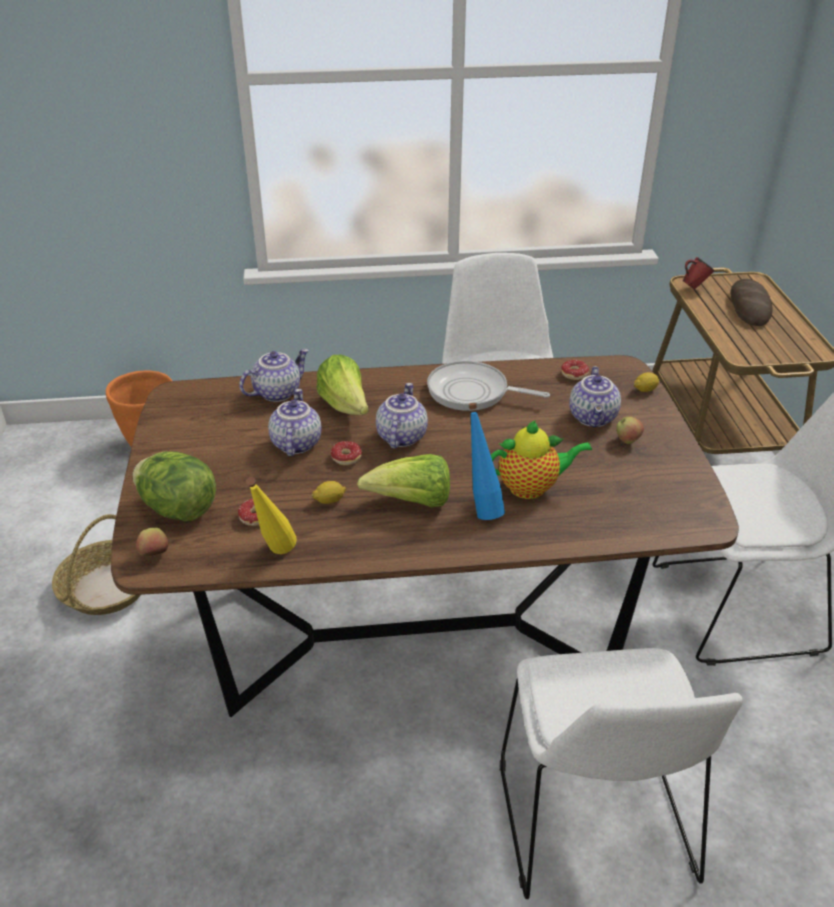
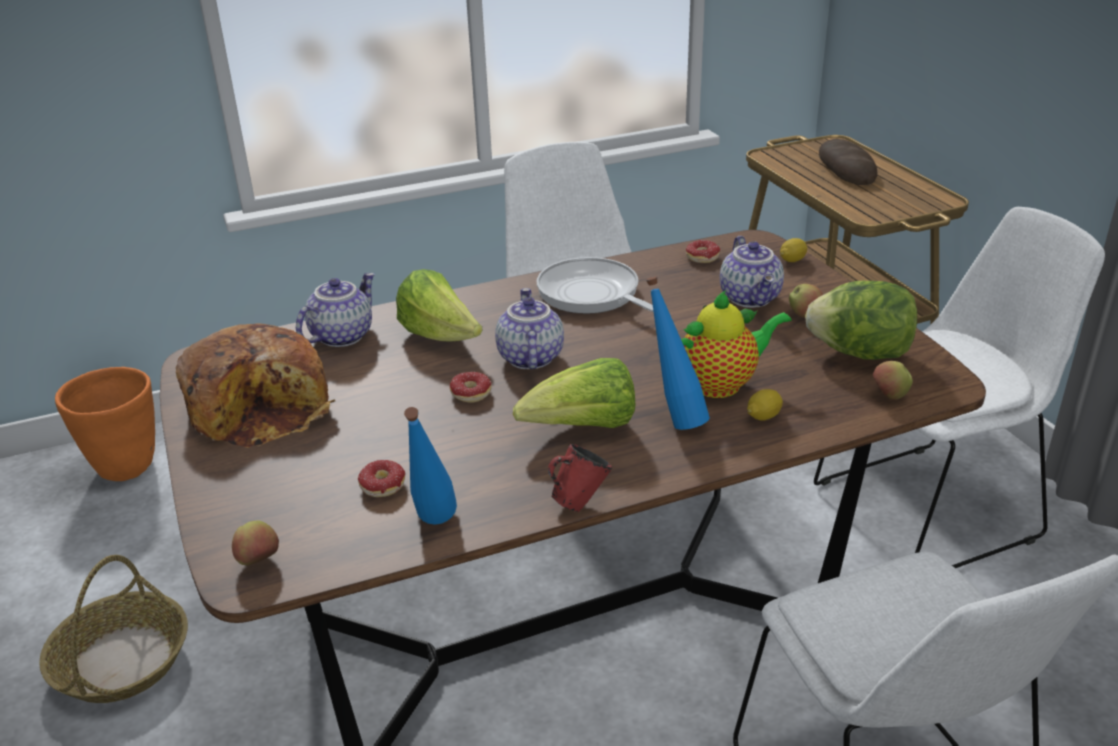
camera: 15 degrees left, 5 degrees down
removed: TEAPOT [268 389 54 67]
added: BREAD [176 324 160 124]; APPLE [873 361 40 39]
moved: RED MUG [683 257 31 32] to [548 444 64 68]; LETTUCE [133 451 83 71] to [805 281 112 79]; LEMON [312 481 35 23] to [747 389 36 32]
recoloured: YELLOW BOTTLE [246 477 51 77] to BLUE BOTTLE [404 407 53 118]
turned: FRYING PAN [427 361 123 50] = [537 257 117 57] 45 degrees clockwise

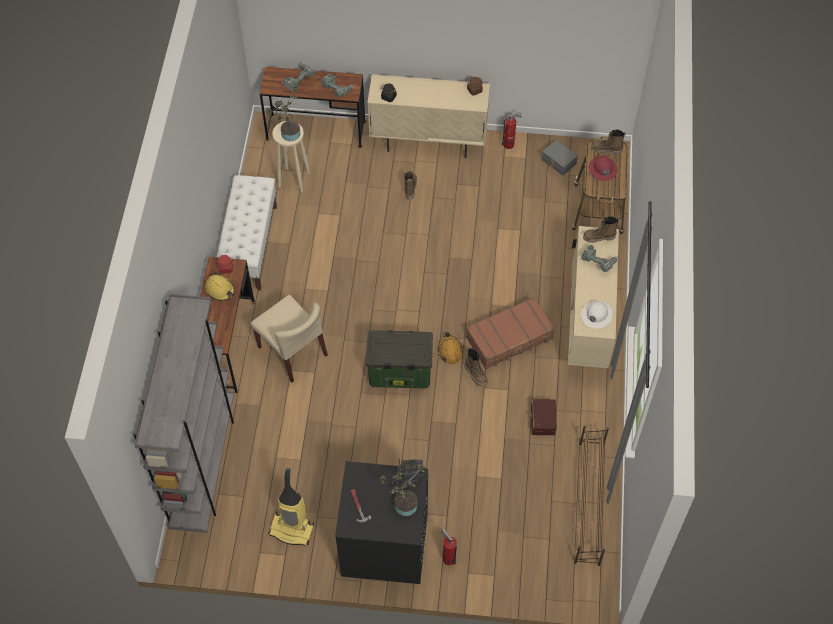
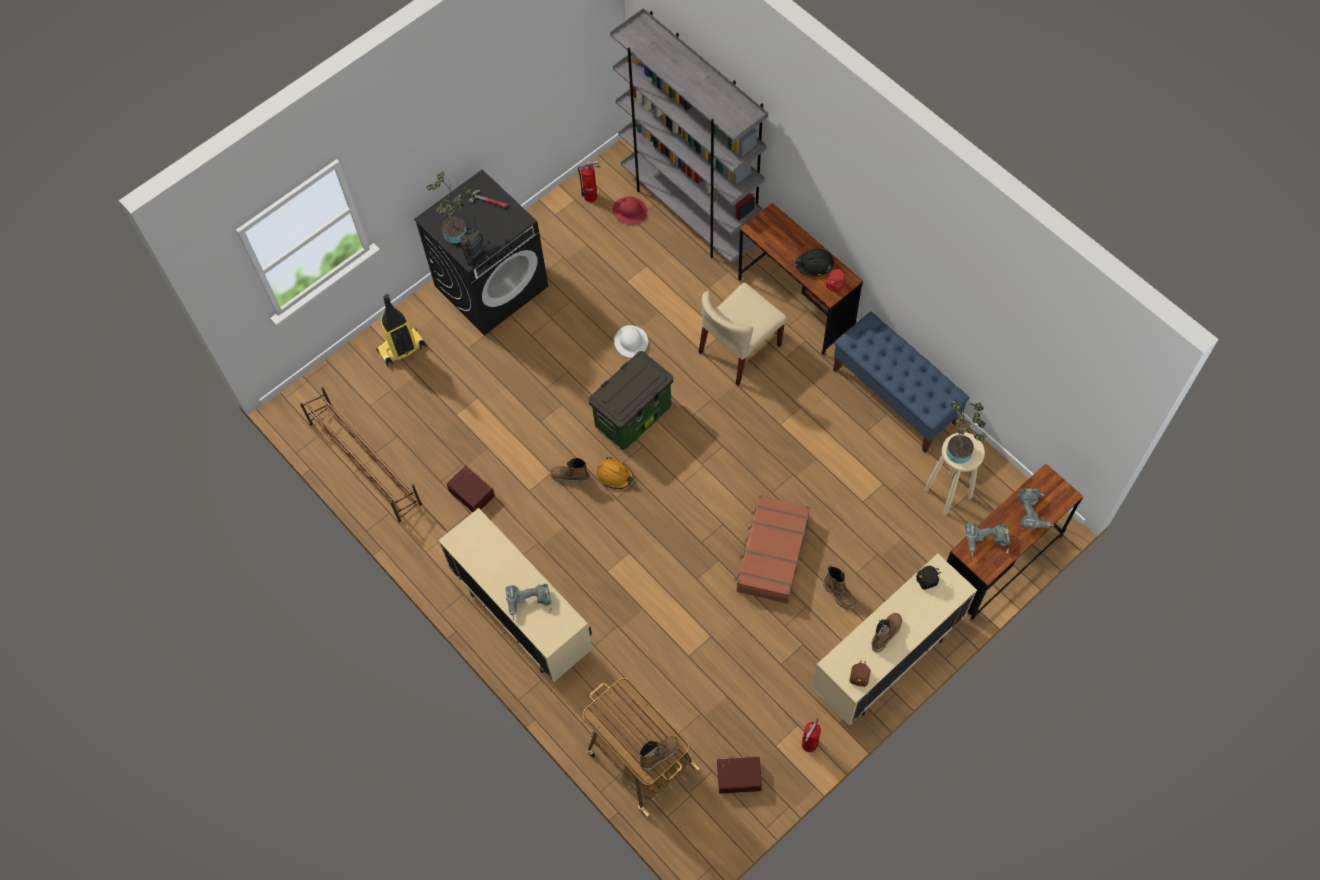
camera: 135 degrees right, 5 degrees up
moved: RED HARD HAT [589 156 28 25] to [613 197 34 27]; BOOT [583 216 36 27] to [871 613 31 40]; BROWN SUITCASE [466 297 89 72] to [734 495 76 109]; WHITE HARD HAT [581 301 32 28] to [614 325 34 33]; VACUUM CLEANER [269 468 45 78] to [376 294 50 72]; FIRE EXTINGUISHER [442 529 15 36] to [578 161 22 41]
recoloured: GREY STORAGE BOX [542 140 36 36] to BROWN STORAGE BOX [717 756 45 38]; WHITE BENCH [217 175 60 116] to BLUE BENCH [833 312 136 141]; YELLOW HARD HAT [205 273 30 28] to BLACK HARD HAT [795 249 39 28]
turned: BEIGE CHAIR [251 295 77 87] = [699 282 88 103] 45 degrees counterclockwise

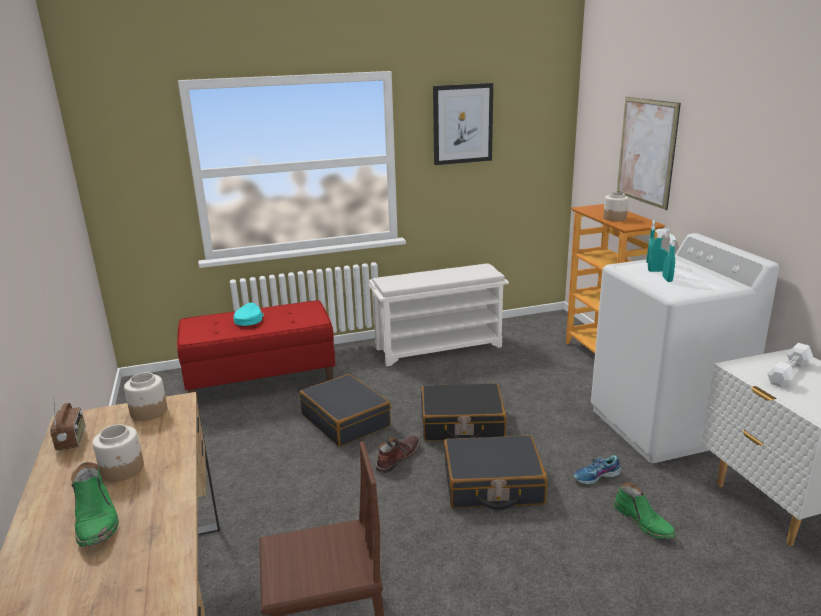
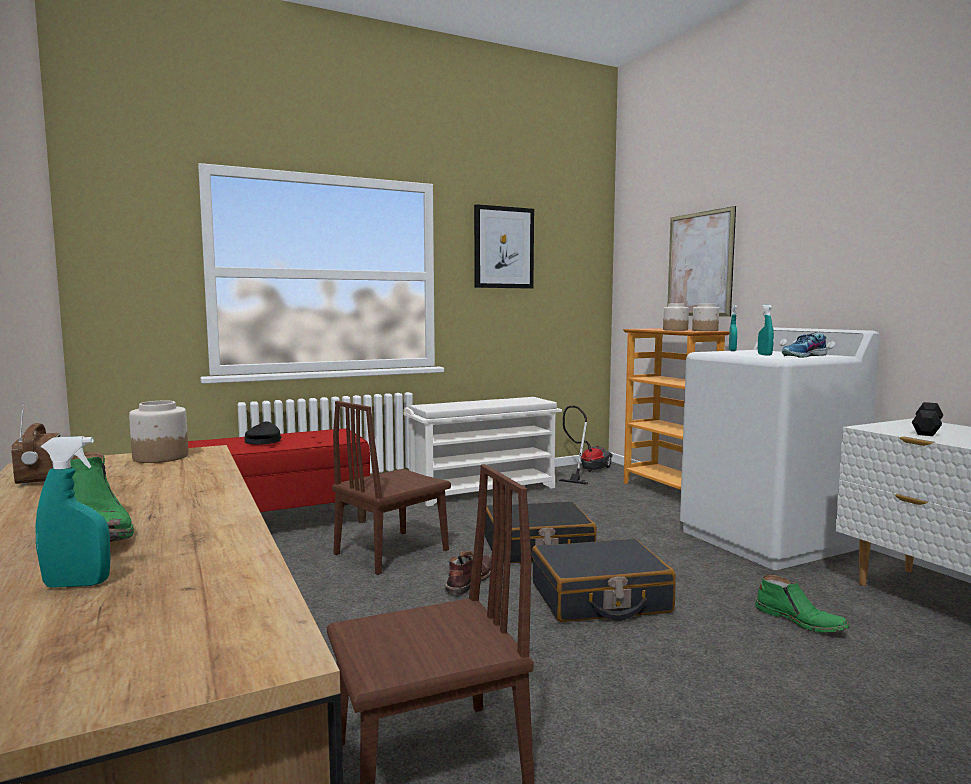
camera: 10 degrees left, 15 degrees down
added: VACUUM CLEANER [559 406 54 79]
moved: TURQUOISE SPRAY BOTTLE [648 229 22 43] to [35 436 75 152]; JAR [92 424 52 58] to [692 303 27 28]; SHOE [574 455 47 30] to [782 332 45 26]
replaced: BLACK SUITCASE [299 374 92 72] to BROWN CHAIR [332 401 119 174]
recoloured: TURQUOISE CAP [234 303 30 23] to BLACK CAP [244 421 38 23]; WHITE DUMBBELL [767 343 46 45] to BLACK DUMBBELL [912 402 31 34]

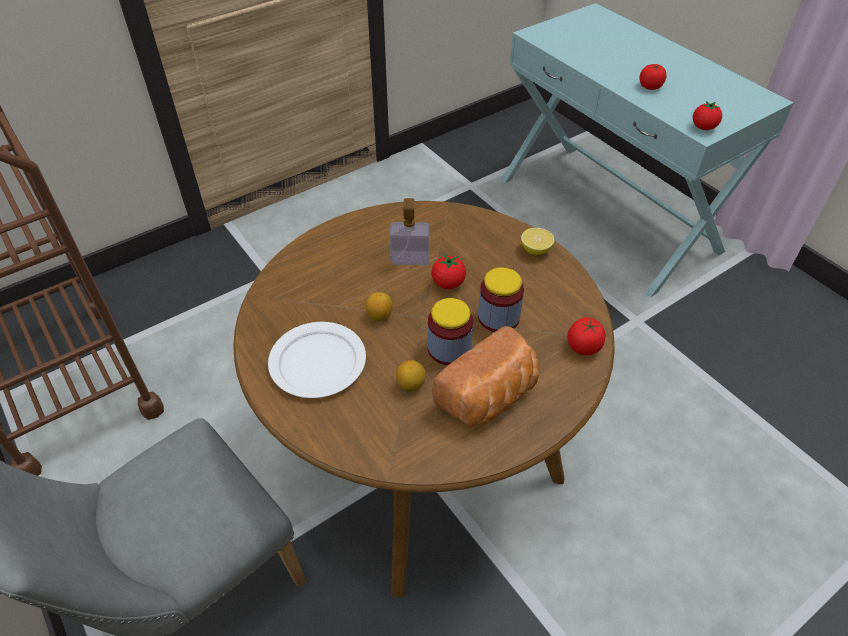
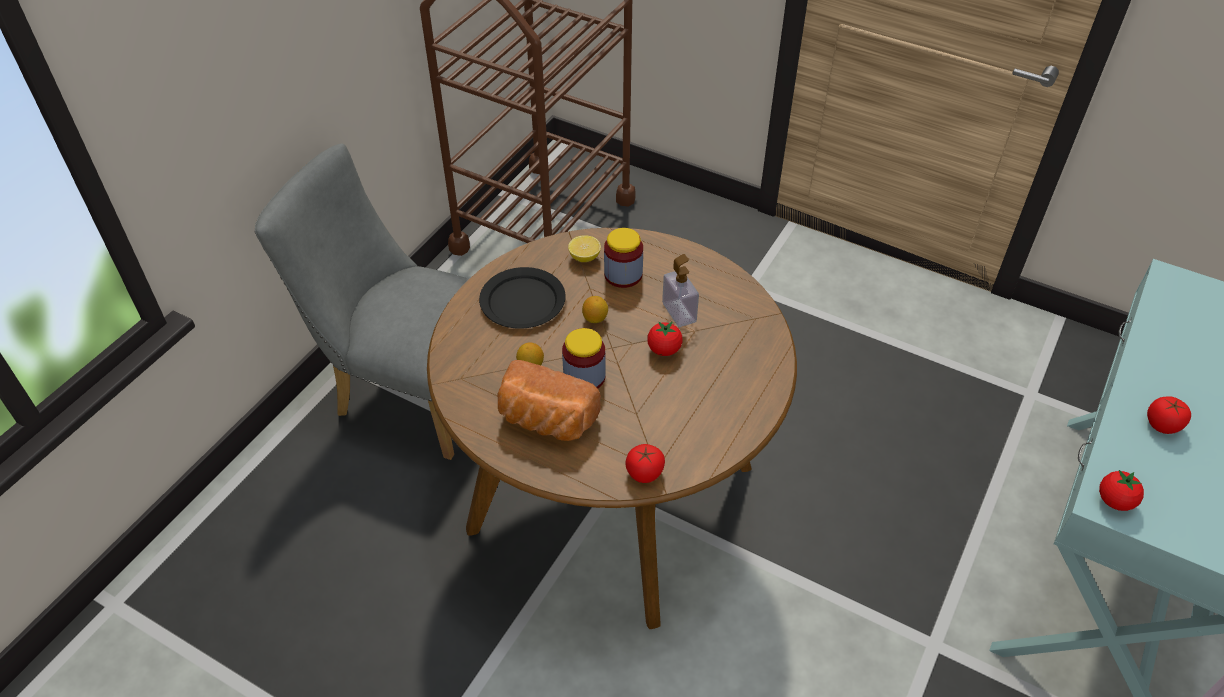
camera: 65 degrees right, 0 degrees up
moved: LEMON [521 228 33 27] to [568 235 33 27]; JAR [478 267 46 65] to [604 228 39 60]
recoloured: WHITE PLATE [268 322 98 76] to BLACK PLATE [479 267 87 62]

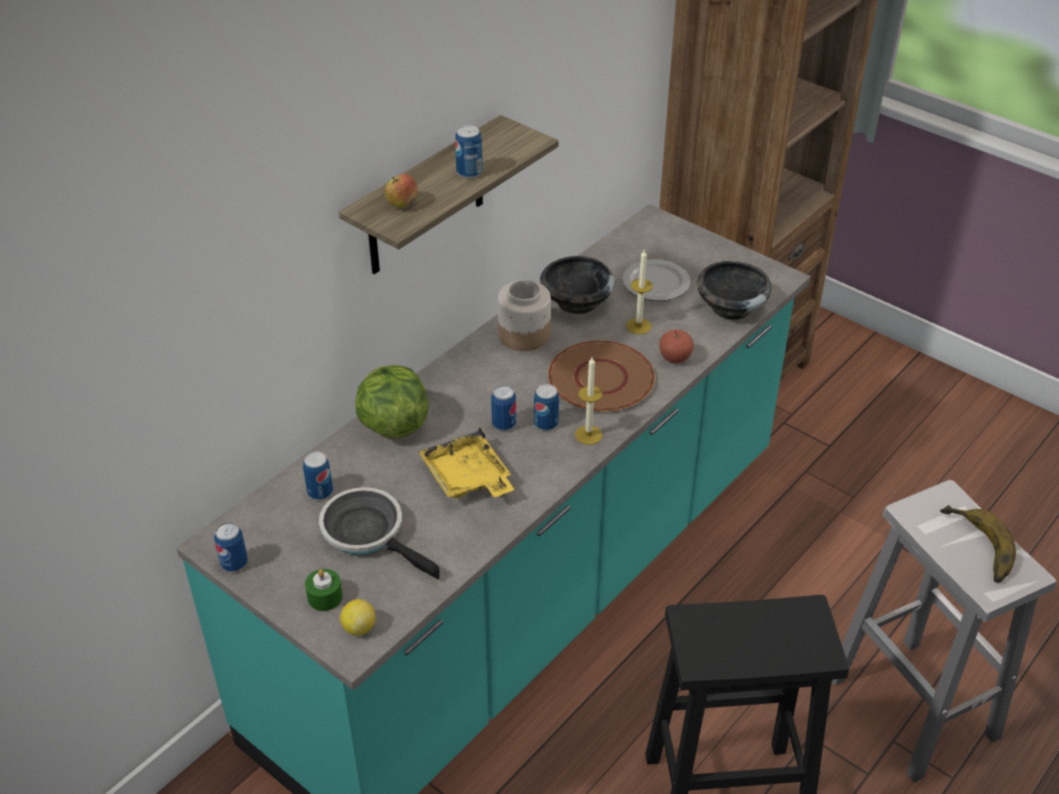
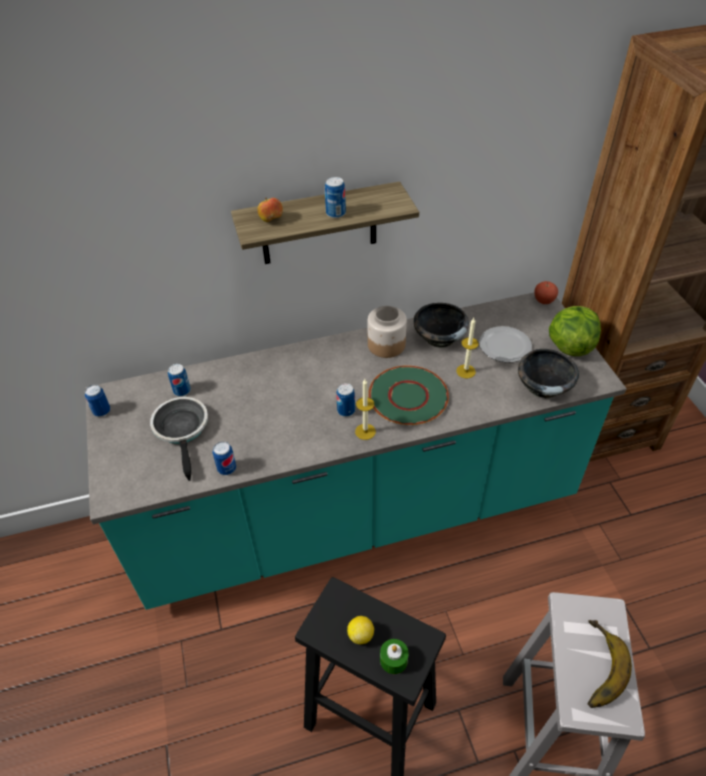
camera: 35 degrees right, 5 degrees up
removed: YELLOW TRAY [418 427 97 71]
moved: APPLE [659 330 35 34] to [534 281 24 23]; LETTUCE [355 365 73 74] to [549 306 52 50]; CAN [491 385 25 45] to [212 441 24 34]; GREEN CANDLE [305 569 38 42] to [380 639 29 35]; LEMON [340 599 35 36] to [347 616 27 28]
recoloured: BROWN PLATE [548 341 107 71] to GREEN PLATE [368 366 81 59]

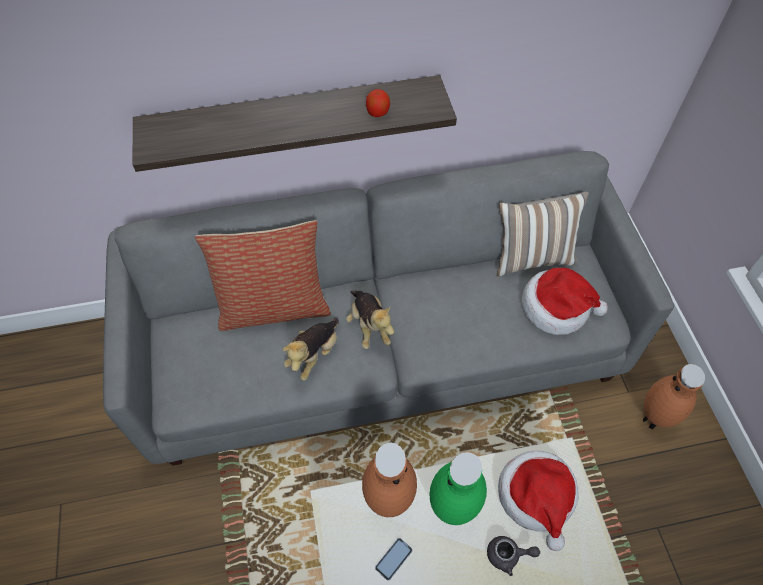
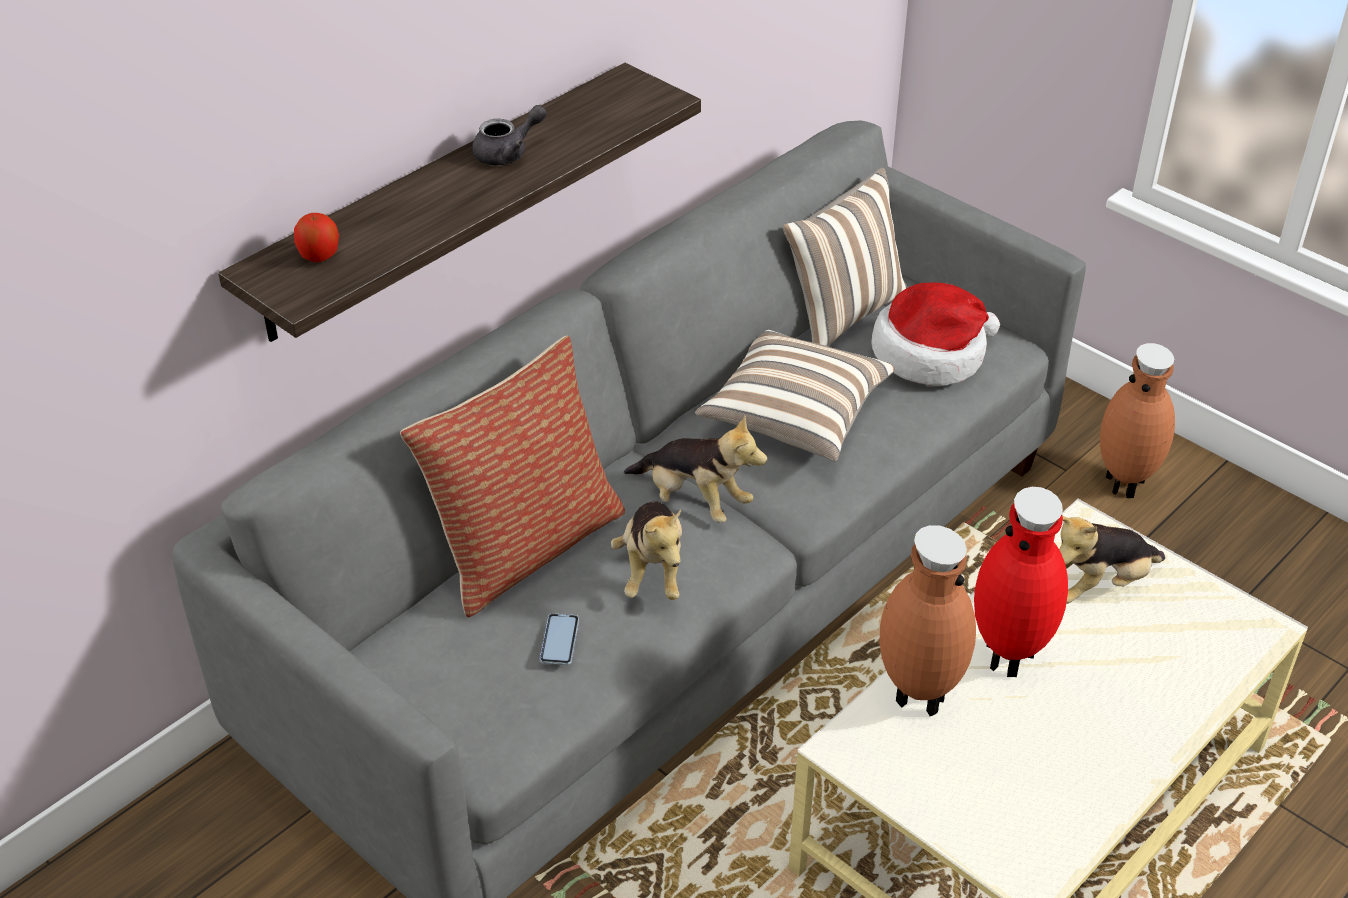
camera: 35 degrees left, 15 degrees down
added: PILLOW [695 330 200 132]
moved: APPLE [366 89 24 28] to [294 213 45 50]; GREY TEAPOT [487 536 53 40] to [472 105 75 60]; PHONE [375 538 37 43] to [540 613 39 52]
replaced: HAT [498 450 81 101] to PLUSH TOY [1059 516 106 88]
recoloured: GREEN VASE [430 452 57 73] to RED VASE [974 487 94 190]

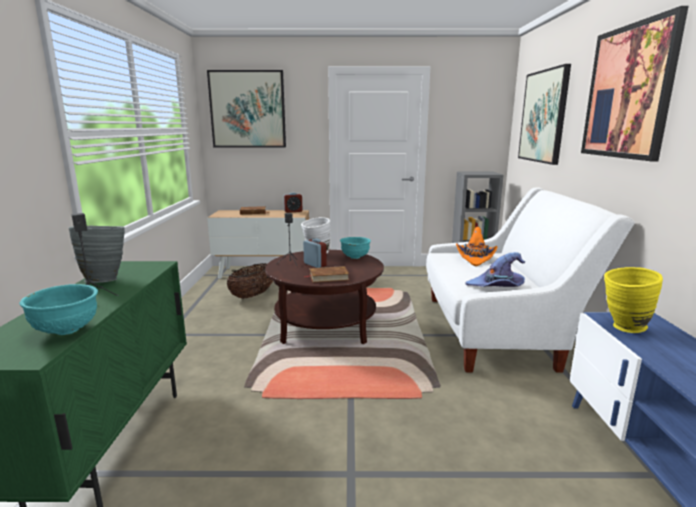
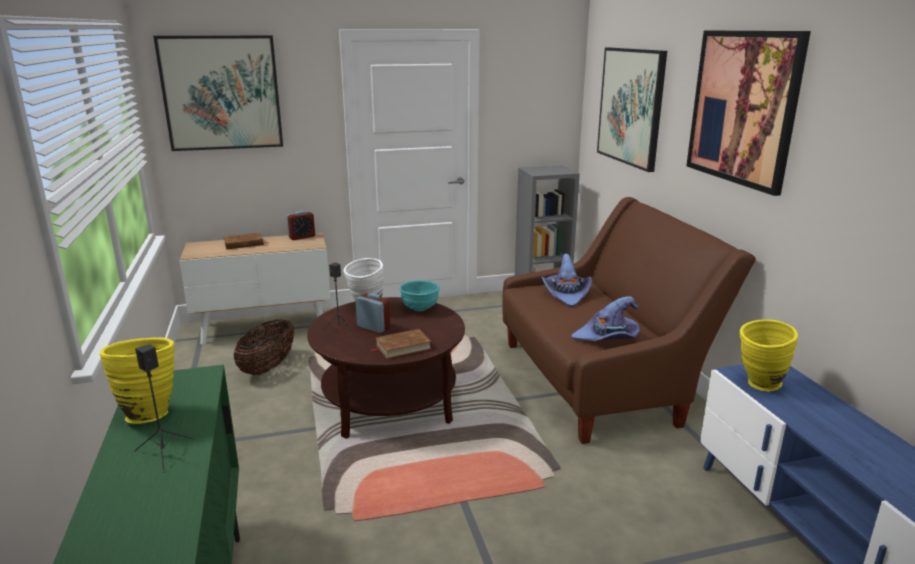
camera: 15 degrees left, 5 degrees up
removed: TURQUOISE BOWL [19 284 79 51]
recoloured: WHITE SOFA [426 187 209 186] to BROWN SOFA [502 197 254 247]; GREY VASE [69 226 56 57] to YELLOW VASE [100 338 74 86]; ORANGE HAT [456 227 41 39] to PURPLE HAT [541 254 51 53]

